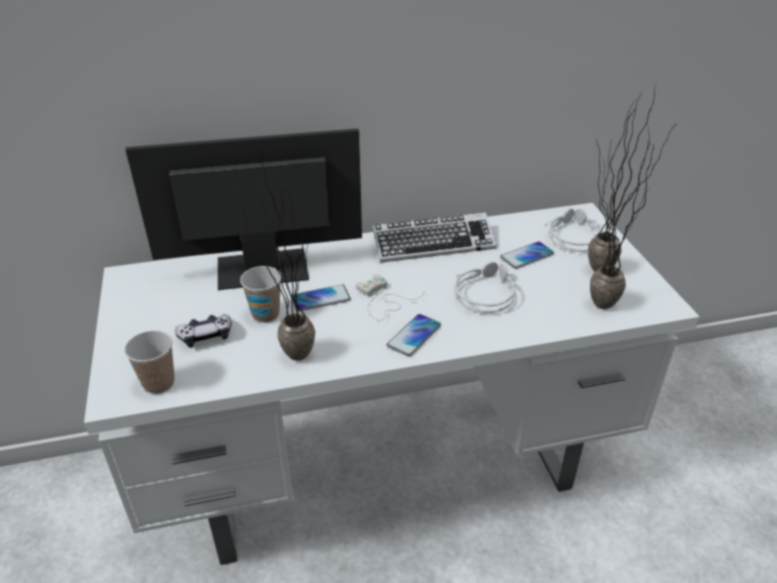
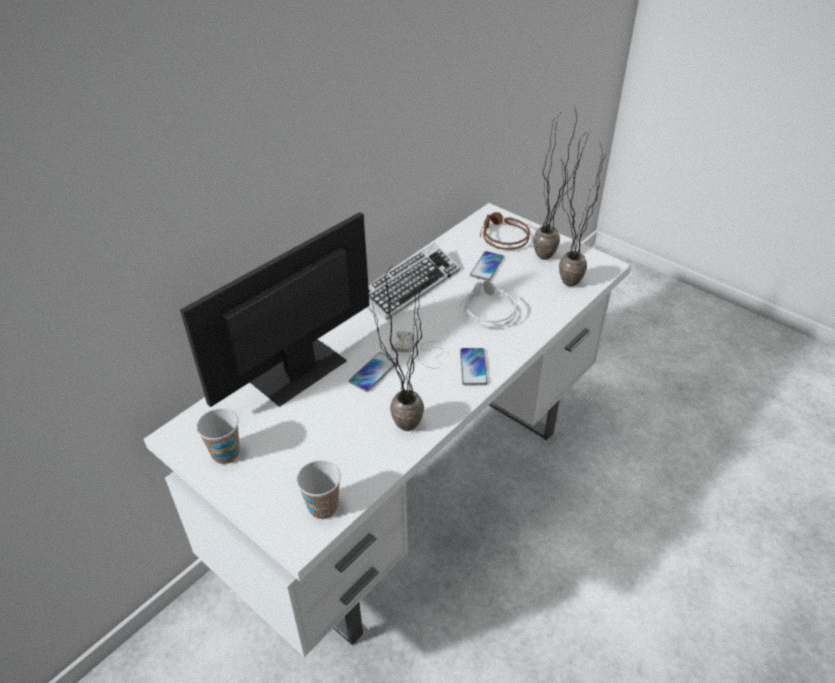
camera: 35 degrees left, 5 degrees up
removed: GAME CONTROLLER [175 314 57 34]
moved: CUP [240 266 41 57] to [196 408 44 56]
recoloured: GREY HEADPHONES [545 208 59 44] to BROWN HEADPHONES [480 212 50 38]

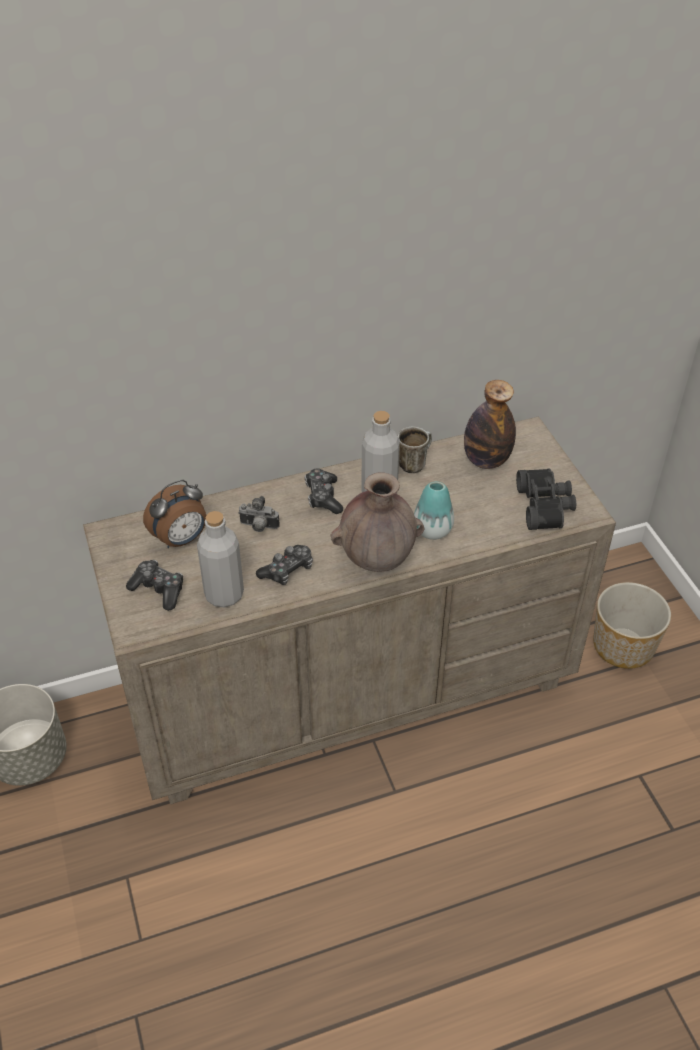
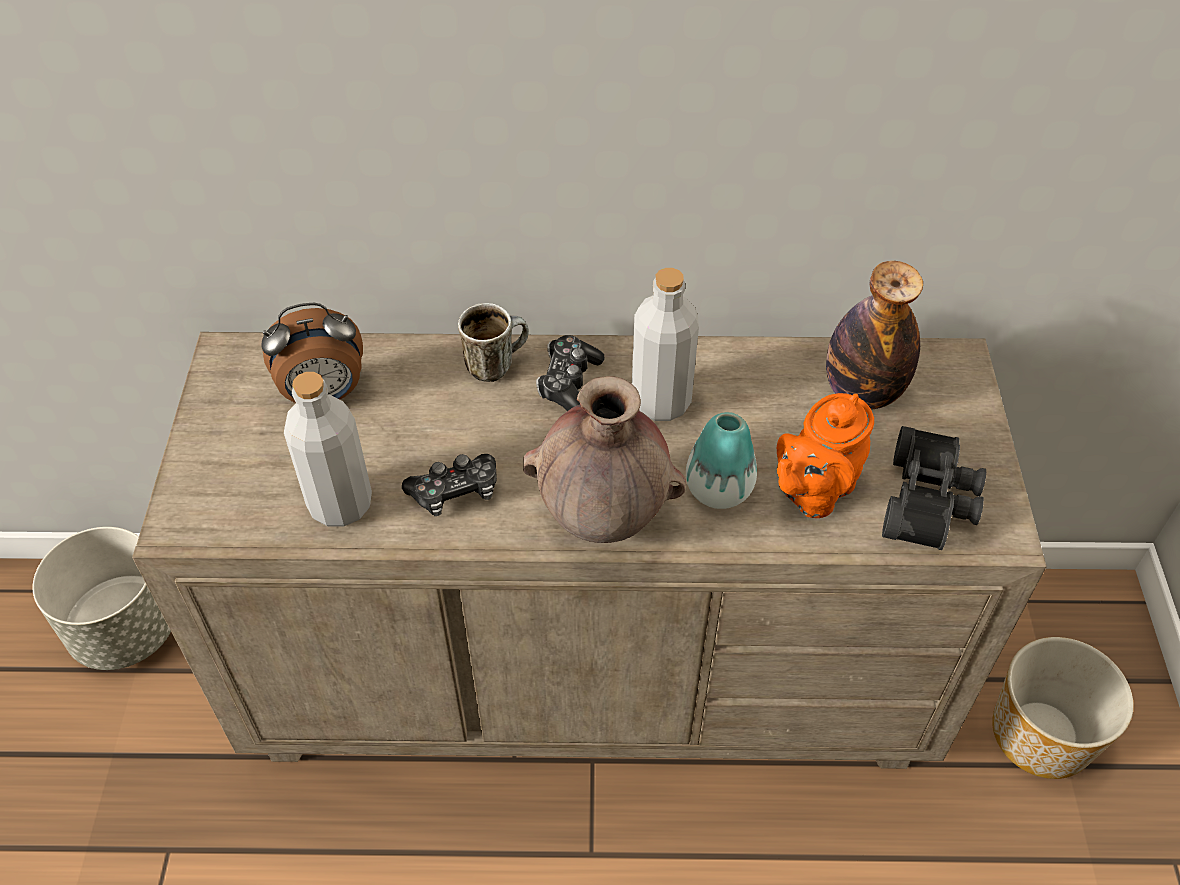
camera: 20 degrees right, 5 degrees up
removed: PHOTO CAMERA [238 496 42 36]; GAME CONTROLLER [126 560 57 51]
added: ORANGE TEAPOT [776 393 98 125]
moved: MUG [398 426 34 47] to [458 303 71 79]

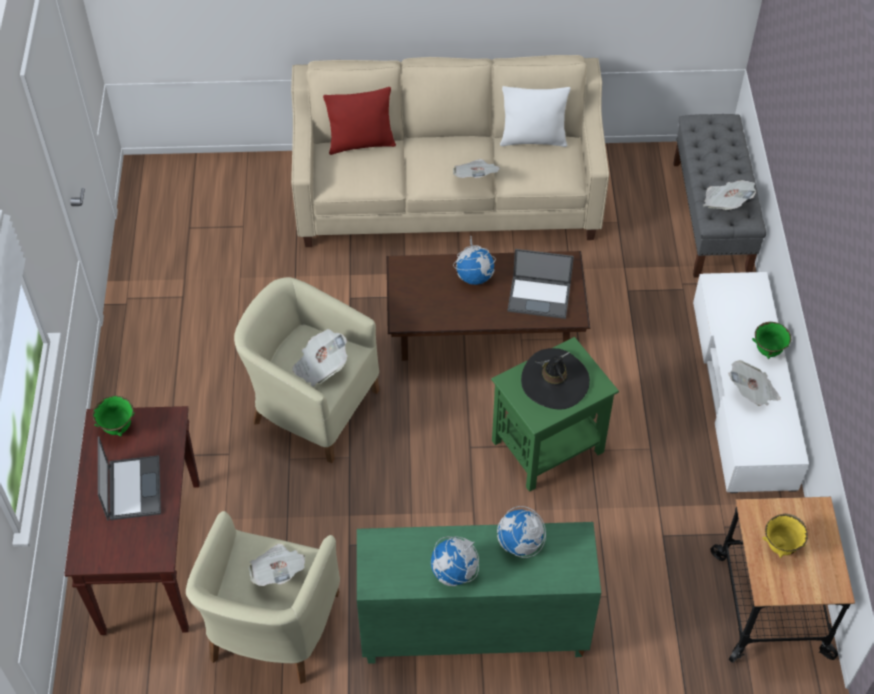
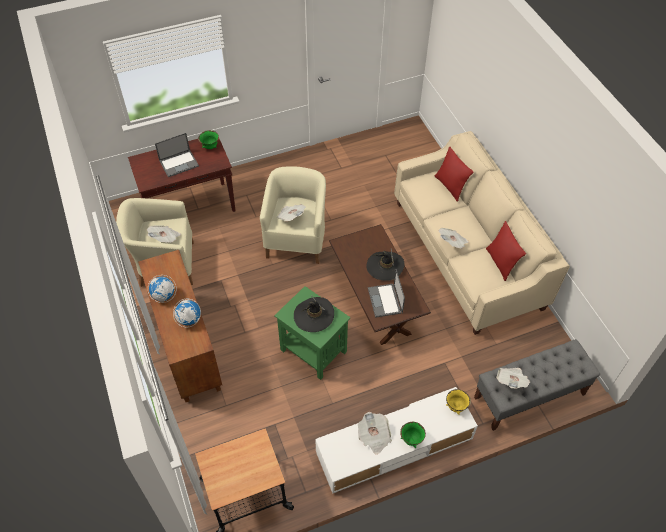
camera: 70 degrees right, 0 degrees up
moved: YELLOW BOWL [763 514 45 44] to [446 389 25 26]
replaced: GLOBE [453 236 43 49] to BLACK HAT [366 249 38 32]
recoloured: WHITE PILLOW [500 86 71 61] to RED PILLOW [486 221 40 60]; GREEN CABINET [357 522 244 142] to BROWN CABINET [138 250 84 152]

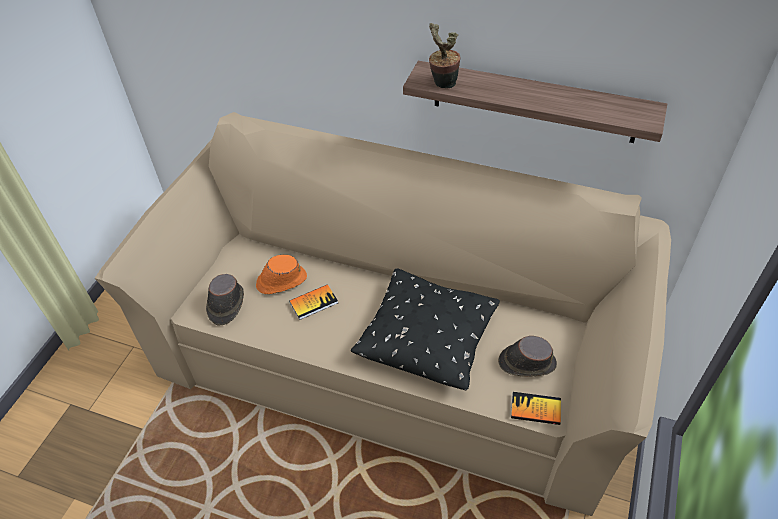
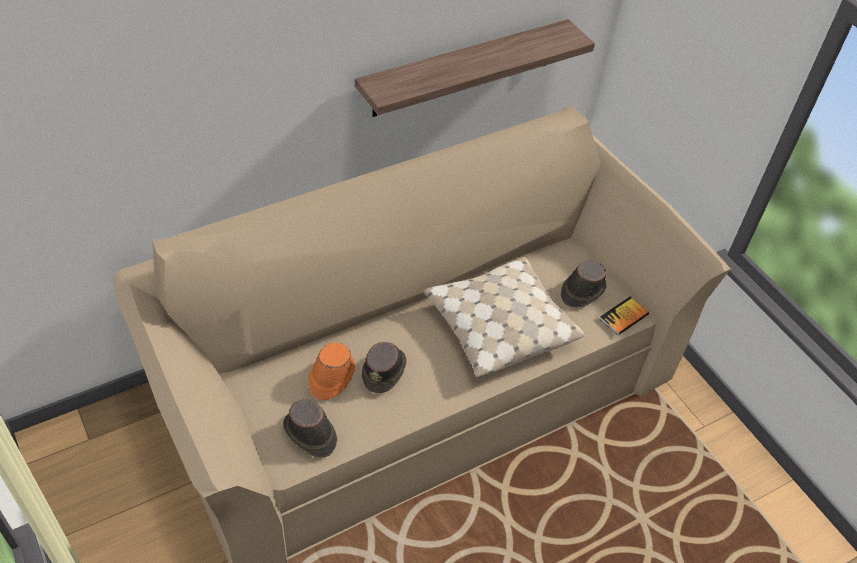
camera: 55 degrees left, 0 degrees up
removed: POTTED PLANT [429 23 31 65]
replaced: BOOK [290 284 48 36] to BROWN HAT [362 342 45 52]
recoloured: BLACK PILLOW [351 268 149 122] to BEIGE PILLOW [424 257 161 120]

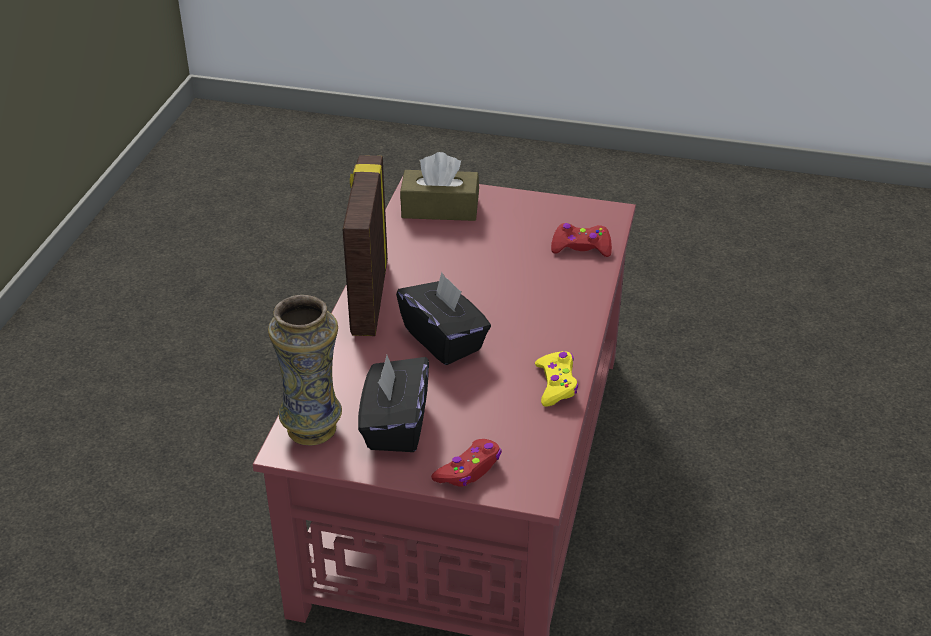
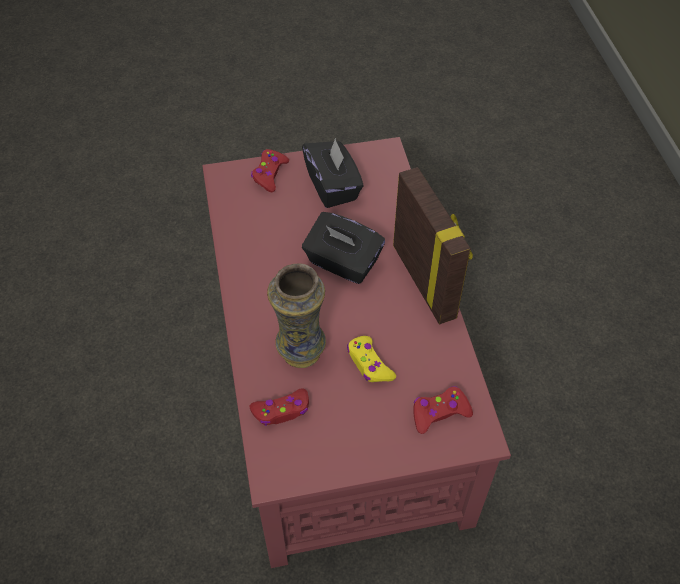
camera: 155 degrees right, 15 degrees up
moved: VASE [268 295 74 150] to [267 263 59 105]; YELLOW GAME CONTROLLER [535 351 43 56] to [347 336 49 46]
replaced: BROWN TISSUE BOX [400 152 79 69] to RED GAME CONTROLLER [413 386 60 48]

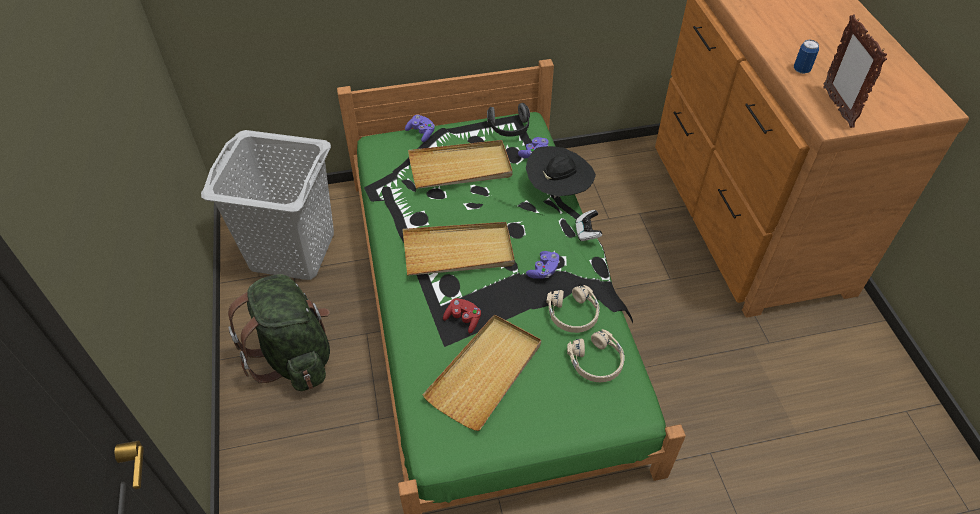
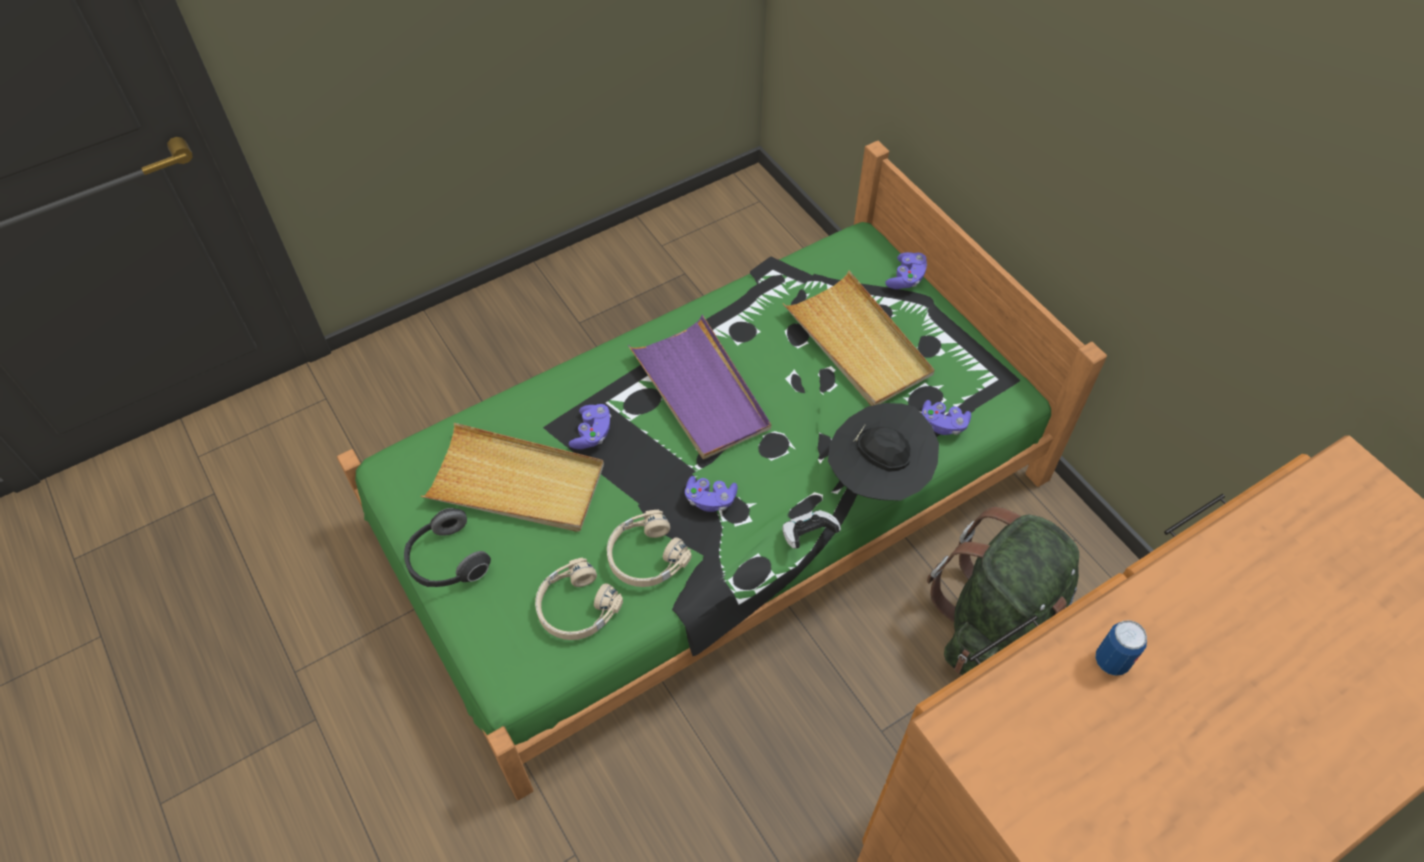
camera: 70 degrees right, 5 degrees up
removed: PICTURE FRAME [823 14 64 114]; GREY LAUNDRY BASKET [201 130 133 150]
moved: HEADPHONES [487 103 43 34] to [404 508 87 79]; GREEN BACKPACK [228 274 102 117] to [927 507 152 168]
recoloured: BEIGE TRAY [402 222 113 54] to PURPLE TRAY [628 315 143 144]; RED GAME CONTROLLER [443 298 38 35] to PURPLE GAME CONTROLLER [569 404 42 45]

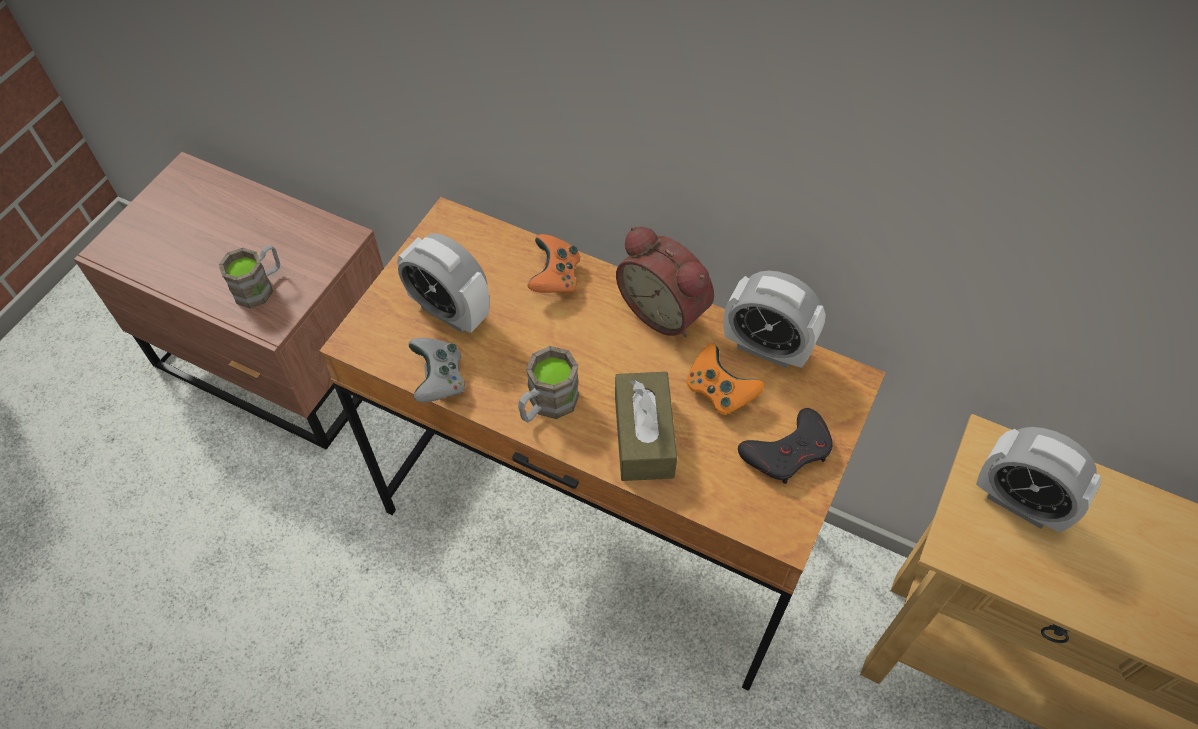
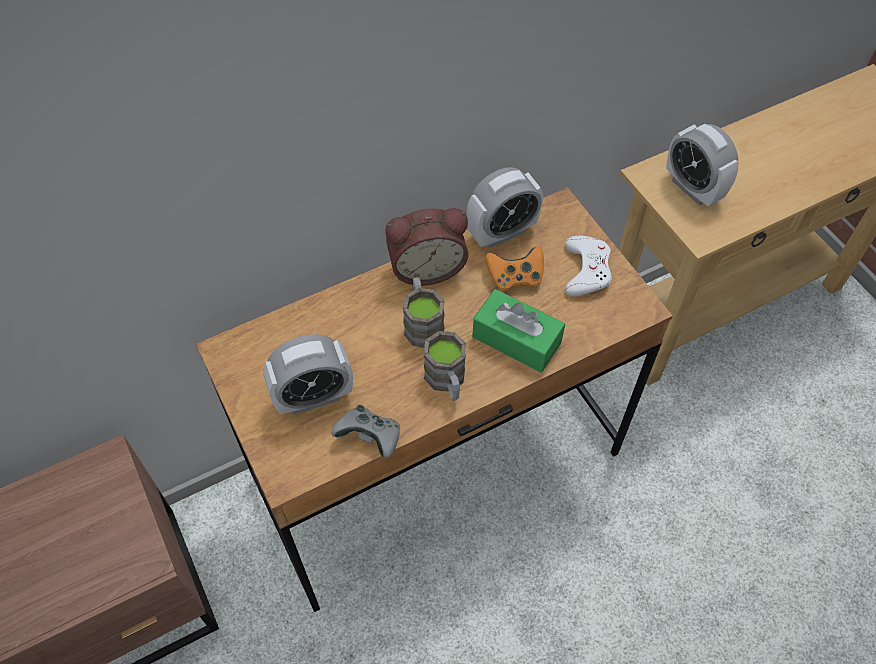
camera: 55 degrees left, 0 degrees up
removed: ORANGE GAME CONTROLLER [527 234 53 60]
moved: BROWN MUG [219 245 61 63] to [402 278 43 70]
recoloured: BROWN TISSUE BOX [615 372 62 109] to GREEN TISSUE BOX [472 289 93 84]; BLACK GAME CONTROLLER [738 408 95 76] to WHITE GAME CONTROLLER [565 236 47 61]
turned: ALARM CLOCK [976 427 125 106] = [666 124 72 83] 75 degrees clockwise

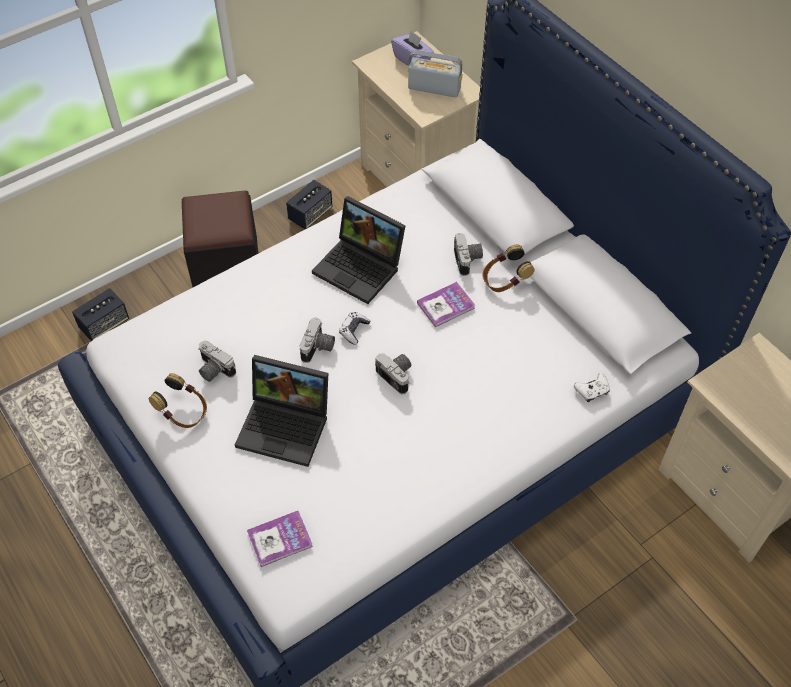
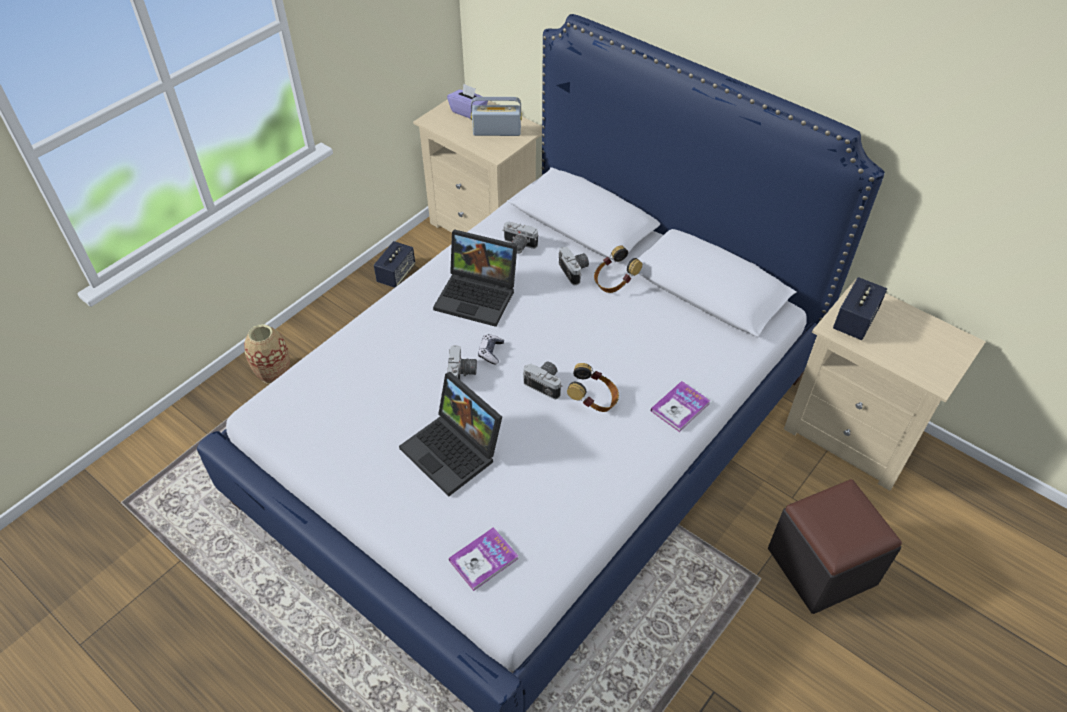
camera: 15 degrees left, 5 degrees down
removed: WHITE GAME CONTROLLER [574 373 36 29]
added: VASE [244 324 46 60]
moved: BLACK OTTOMAN [182 191 76 96] to [768 479 134 135]; BOOK [417 282 58 45] to [651 381 59 51]; SPEAKER [72 288 57 53] to [833 277 54 63]; PHOTO CAMERA [198 341 38 41] to [502 222 36 32]; HEADPHONES [149 373 58 55] to [567 363 52 49]
turned: LAPTOP [235 355 93 112] = [399 372 103 124] 45 degrees clockwise

